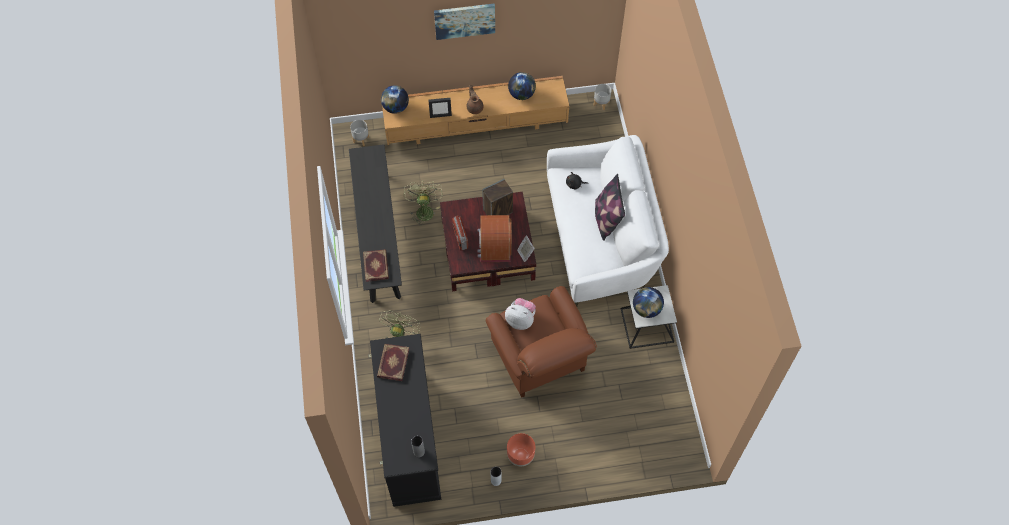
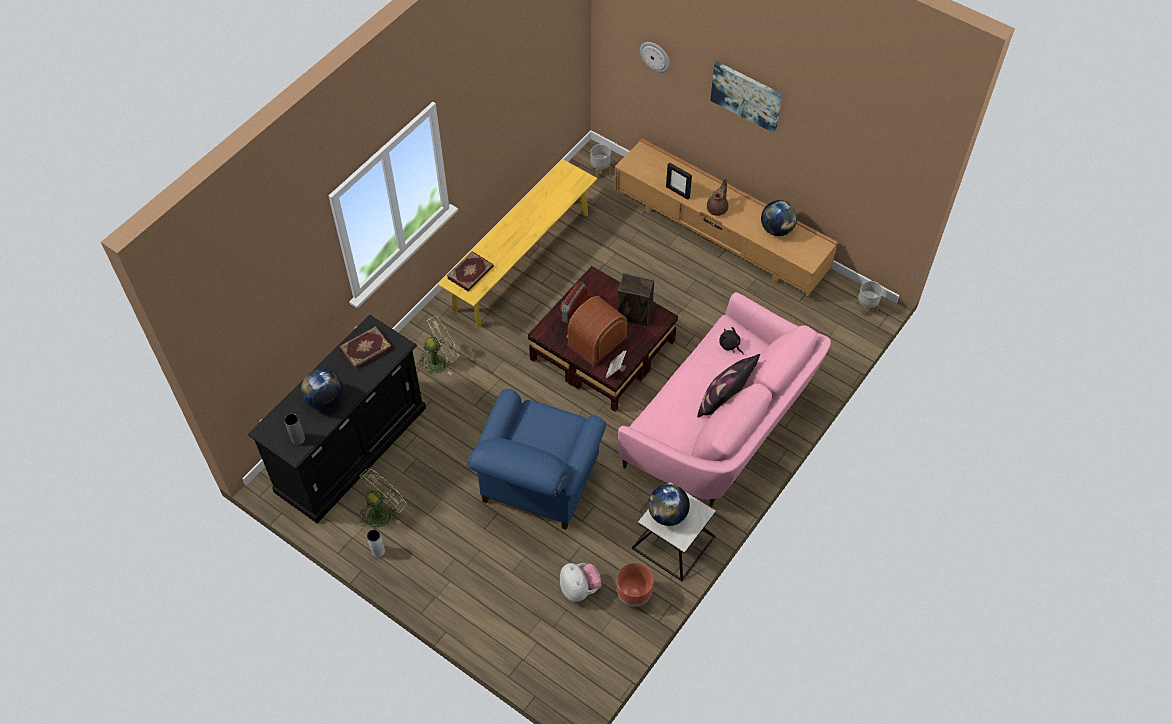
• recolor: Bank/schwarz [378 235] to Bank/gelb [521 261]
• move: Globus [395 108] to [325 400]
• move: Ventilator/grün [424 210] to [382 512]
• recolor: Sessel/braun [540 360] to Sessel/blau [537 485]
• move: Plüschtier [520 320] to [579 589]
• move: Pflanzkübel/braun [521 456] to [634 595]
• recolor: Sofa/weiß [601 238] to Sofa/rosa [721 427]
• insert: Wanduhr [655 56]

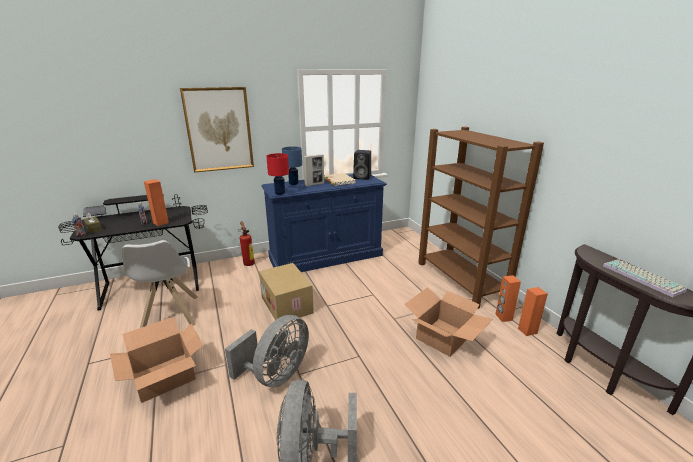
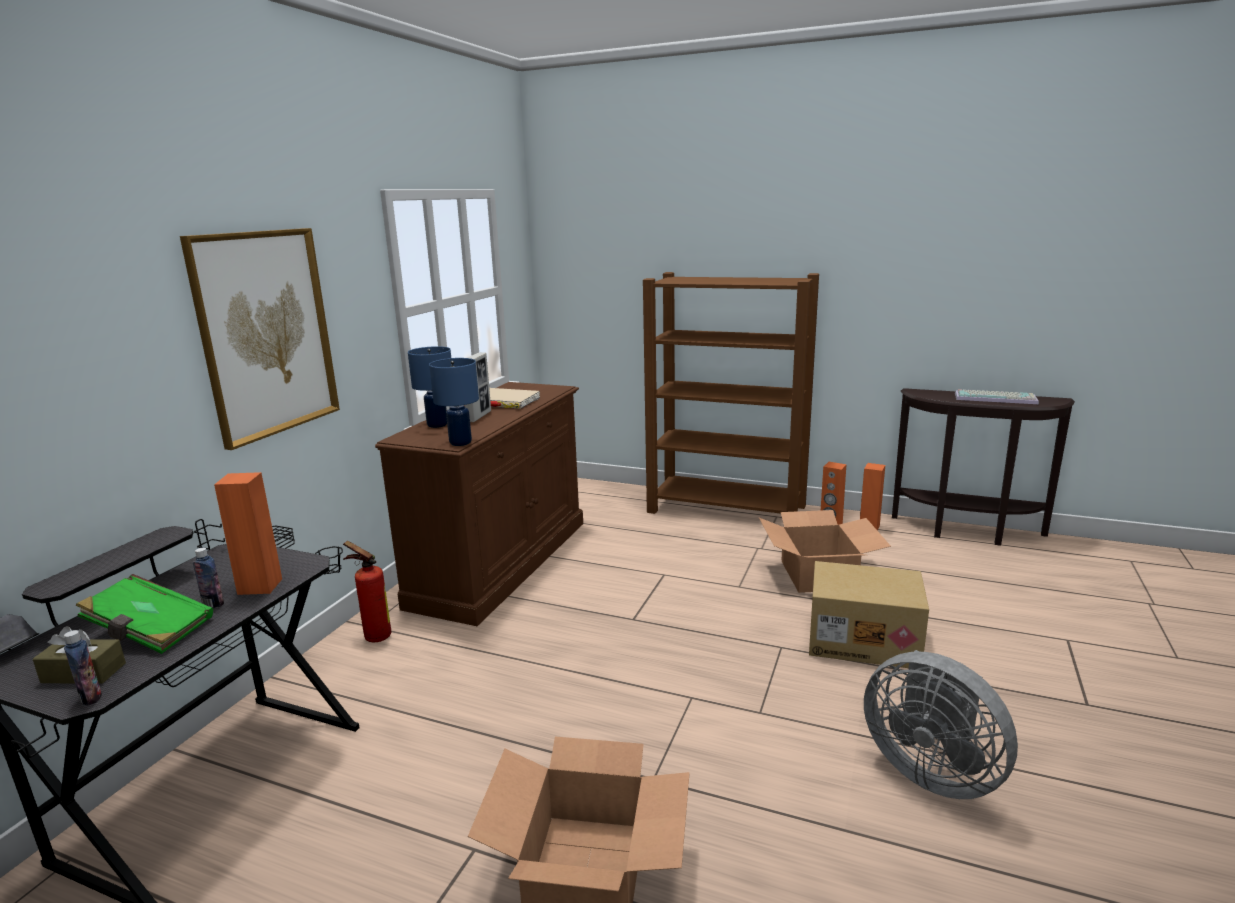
• delete: Stuhl [169 316]
• delete: Ventilator/grau [276 375]
• move: Karton [287 305] to [864 640]
• recolor: Schrank/blau [327 257] to Schrank/braun [503 561]
• recolor: Tischlampe/rot [280 193] to Tischlampe/blau [461 442]
• delete: Lautsprecher/schwarz [363 177]
• insert: Buch/grün [150 632]

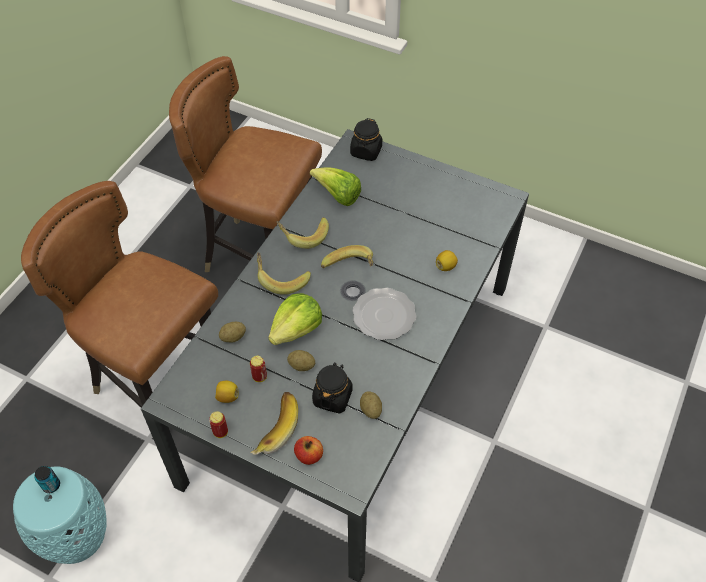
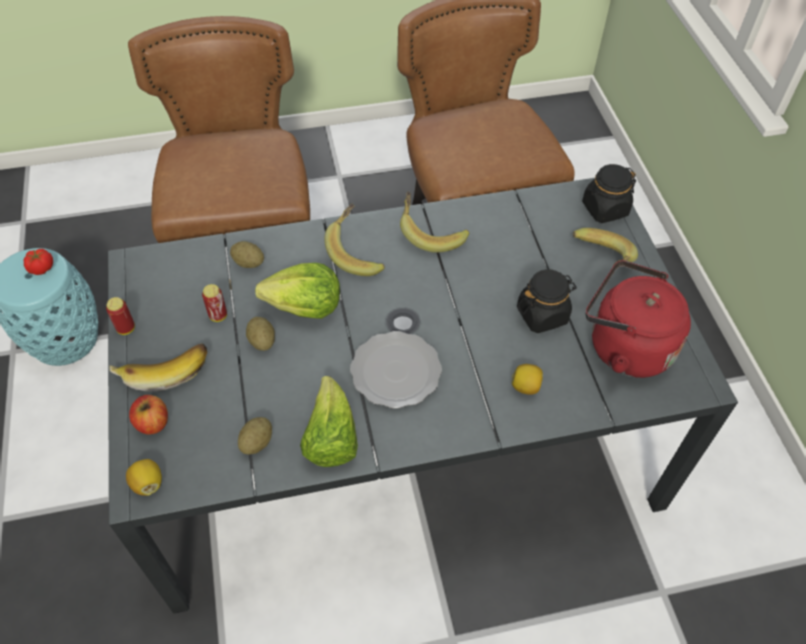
• replace: Dose [51 485] to Tomate [42 268]
• move: Zitrone [227 396] to [148 483]
• move: Salatkopf [338 196] to [331 438]
• move: Vorratsglas/schwarz [332 397] to [542 315]
• move: Banane [350 269] to [600 260]
• insert: Wasserkessel/rot [624 346]

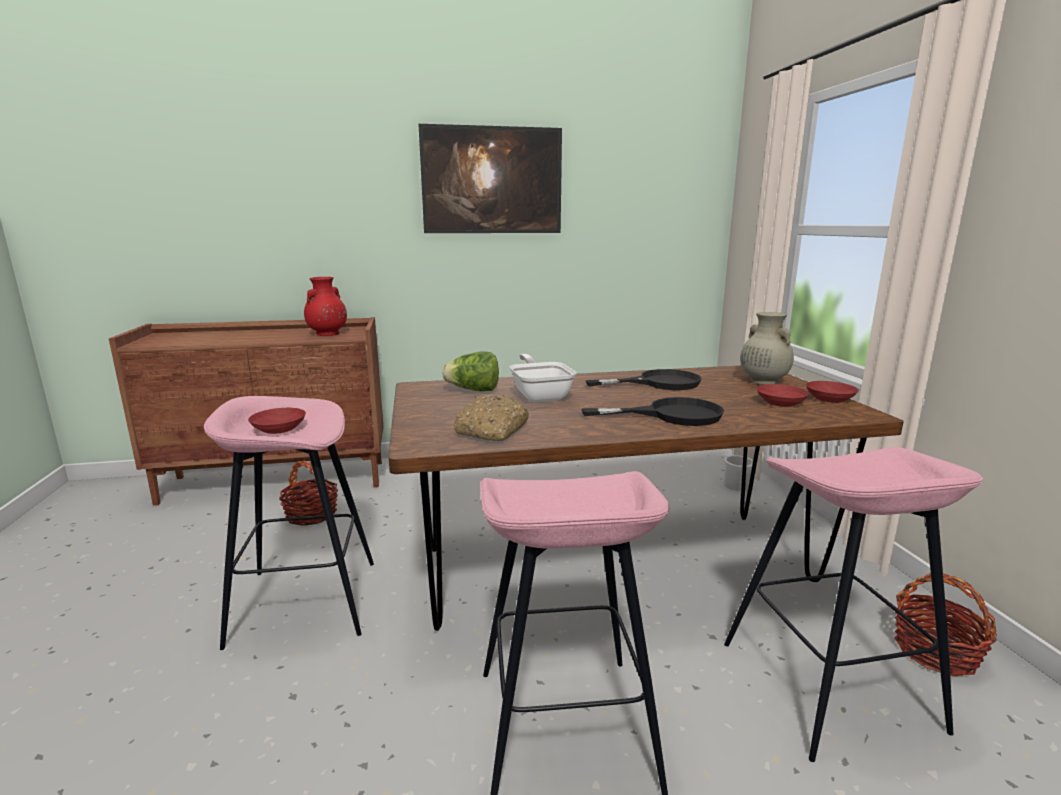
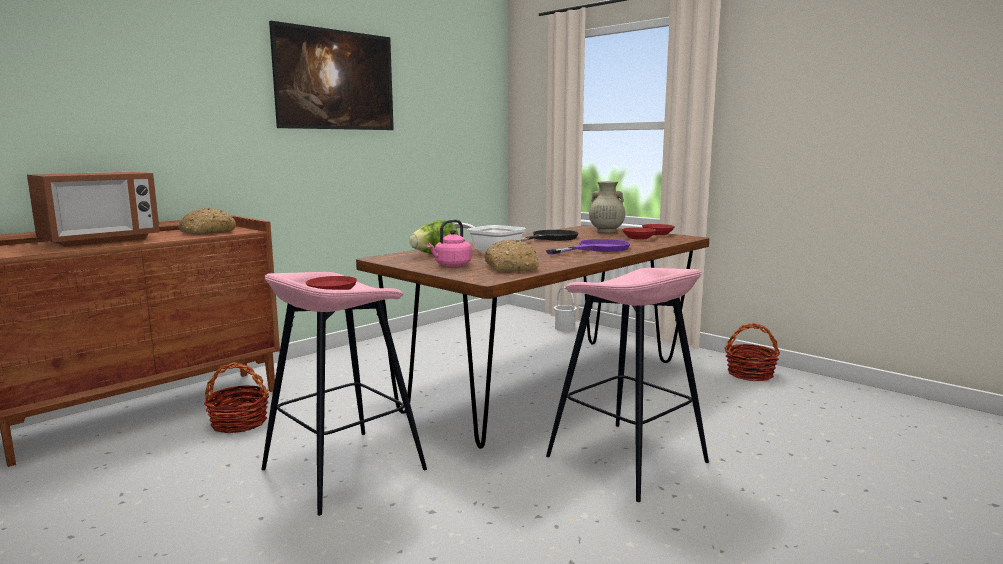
• replace: Vase/rot [327 334] to Brot [207 232]
• recolor: Pfanne/schwarz [671 415] to Pfanne/lila [596 249]
• delete: Hocker/rosa [827 685]
• insert: Mikrowelle [100 241]
• insert: Wasserkessel/rosa [451 265]

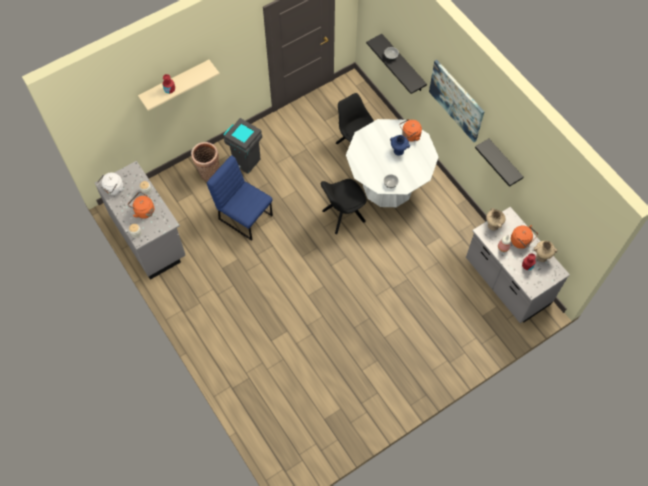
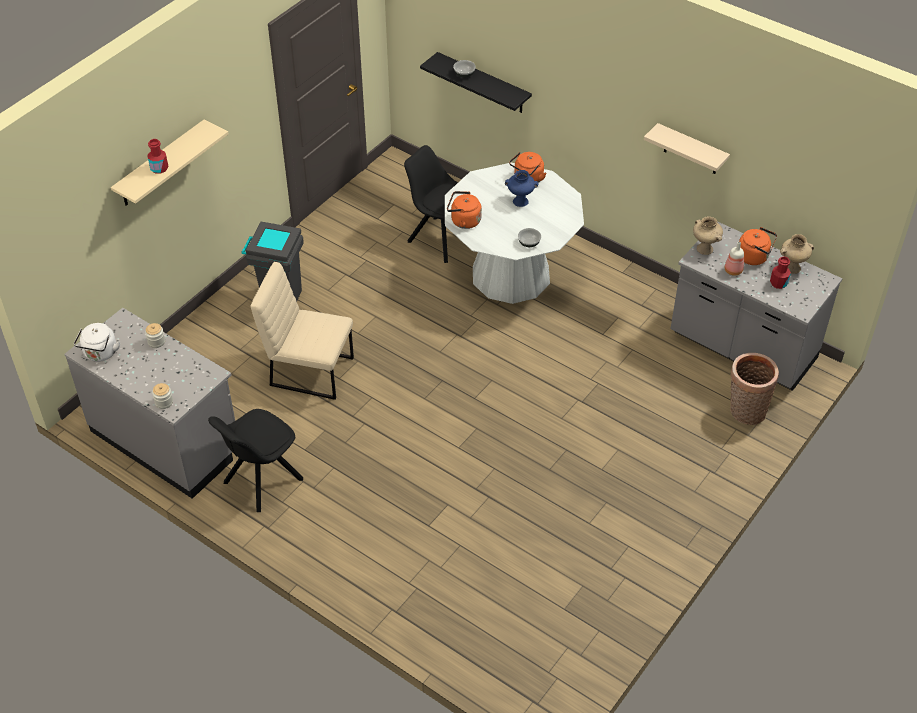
• move: Wasserkessel/orange [143 210] to [463 221]
• move: Korb [208 173] to [745 411]
• recolor: Stuhl/blau [244 216] to Stuhl/beige [309 370]
• move: Stuhl/schwarz [343 216] to [262 481]
• delete: Bild [456 100]
• recolor: Wandregal/schwarz [504 162] to Wandregal/beige [691 150]

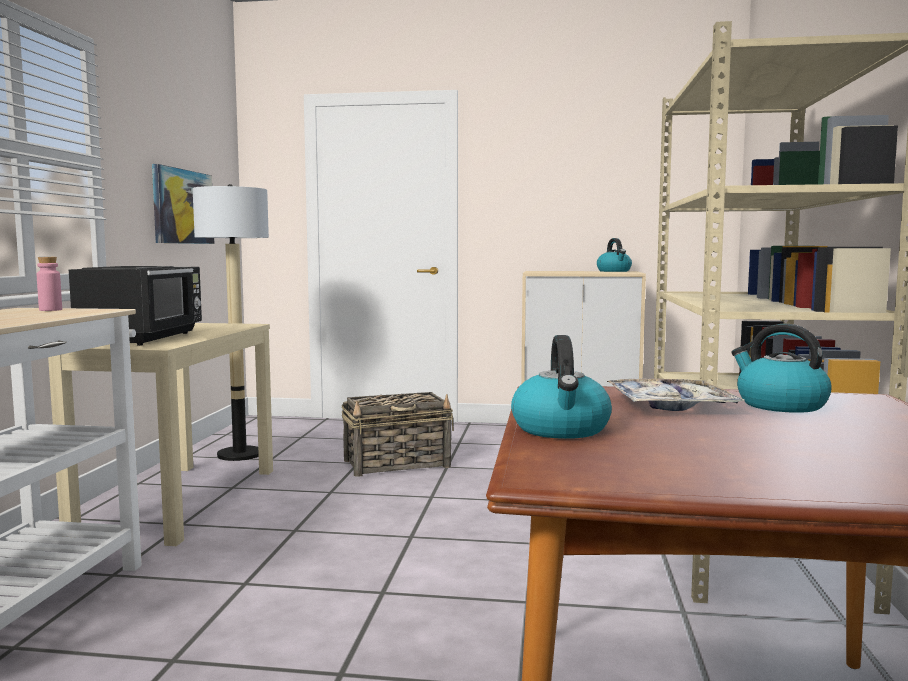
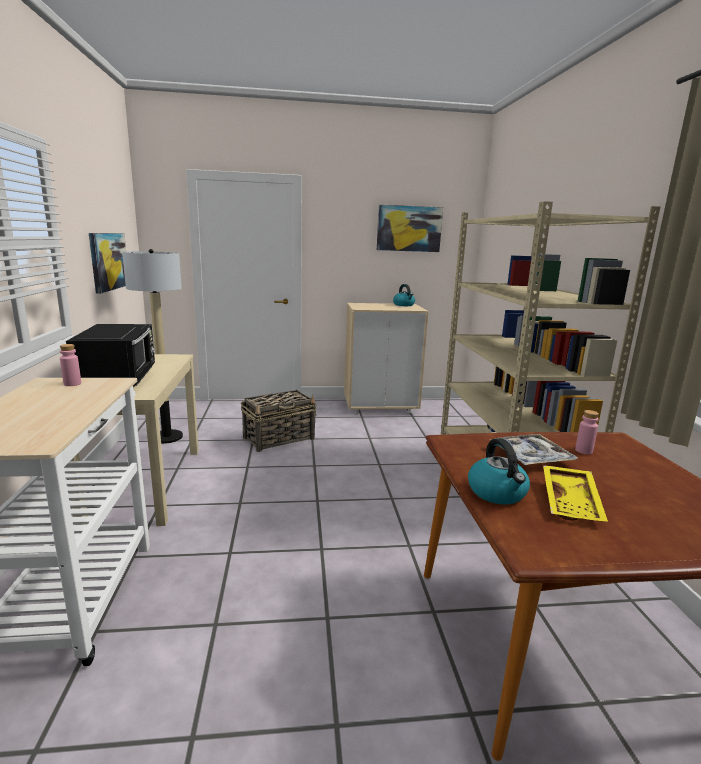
• replace: Wasserkessel [779 405] to Flasche/rosa [583 451]
• insert: Bild [409 228]
• insert: Tablett/gelb [572 502]

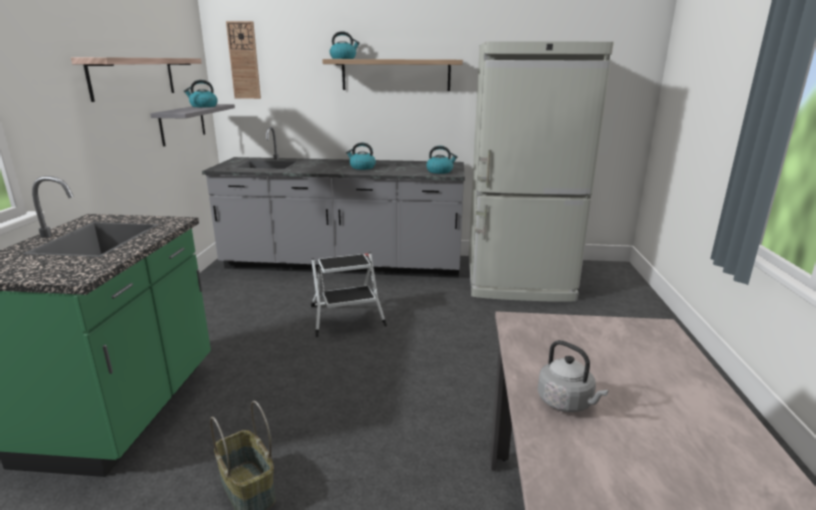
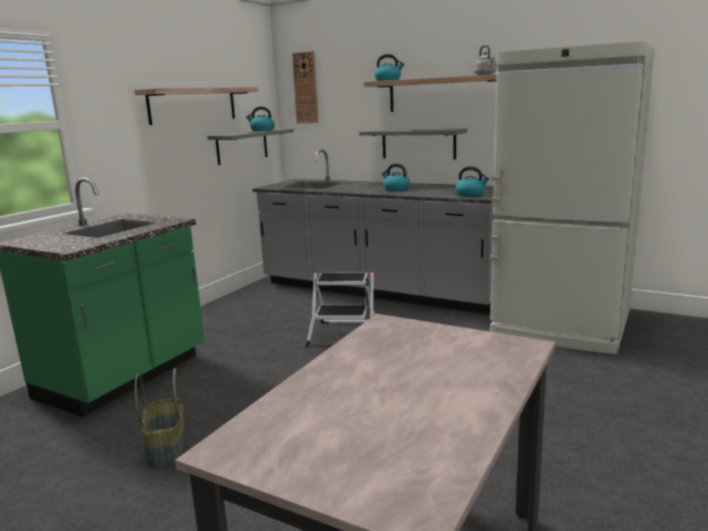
• move: Wasserkessel/grau [567 403] to [485 74]
• insert: Wandregal/grau [418 144]

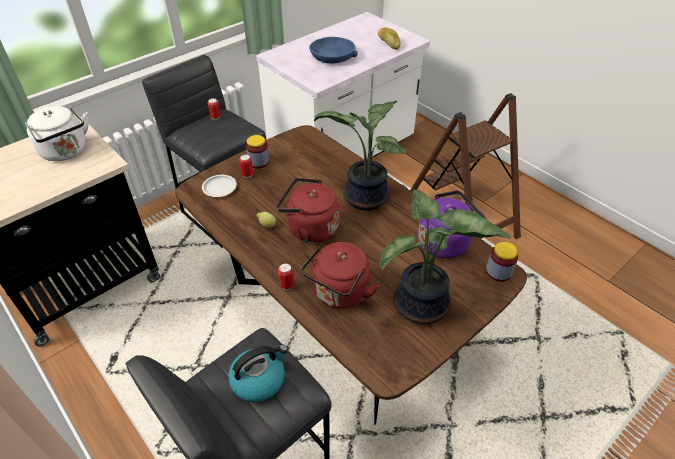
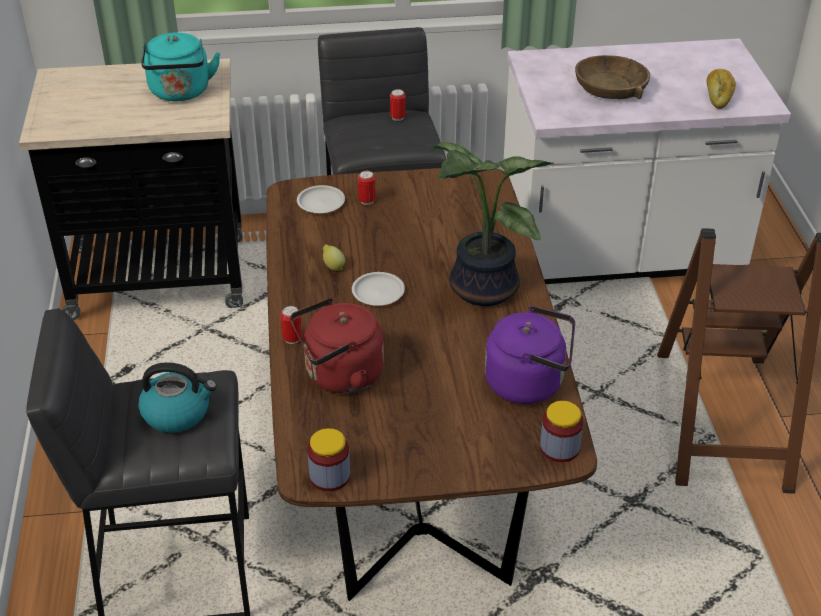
• recolor: Wasserkessel/weiß [66 152] to Wasserkessel/türkis [180 93]
• move: Vorratsglas [258 162] to [330 476]
• replace: Wasserkessel/rot [309 228] to Teller/weiß [378 292]
• recolor: Schüssel/blau [333 57] to Schüssel/braun [611 88]
• delete: Topfpflanze [421 307]

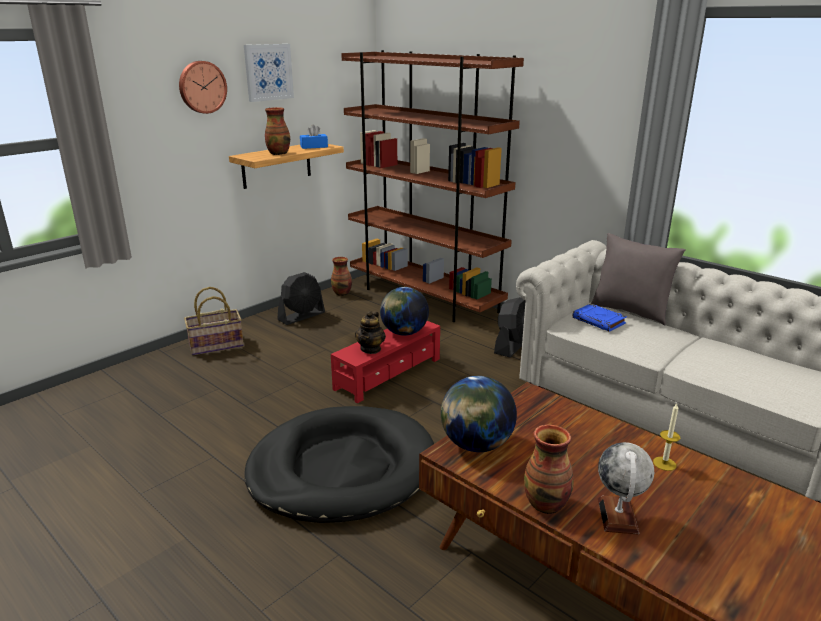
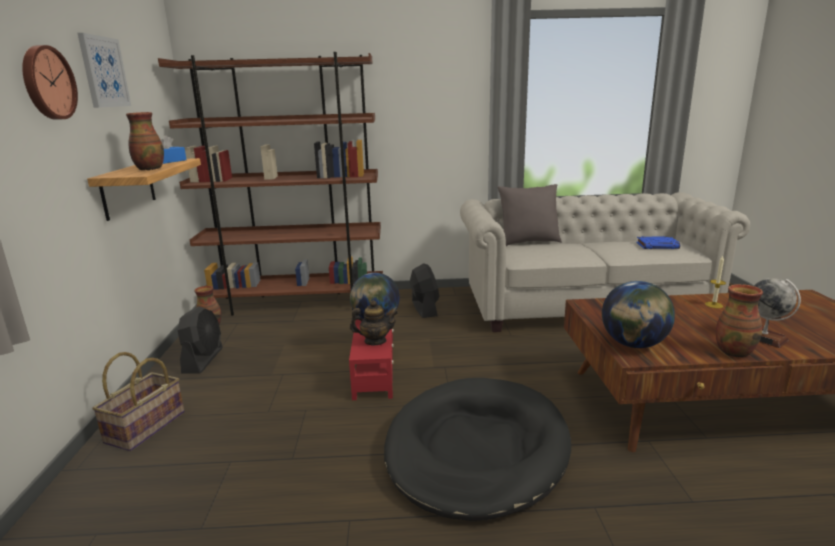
• rotate: Teekanne [371 349] = [375 341] 60 degrees counterclockwise
• move: Buch/blau [599 321] to [657 245]

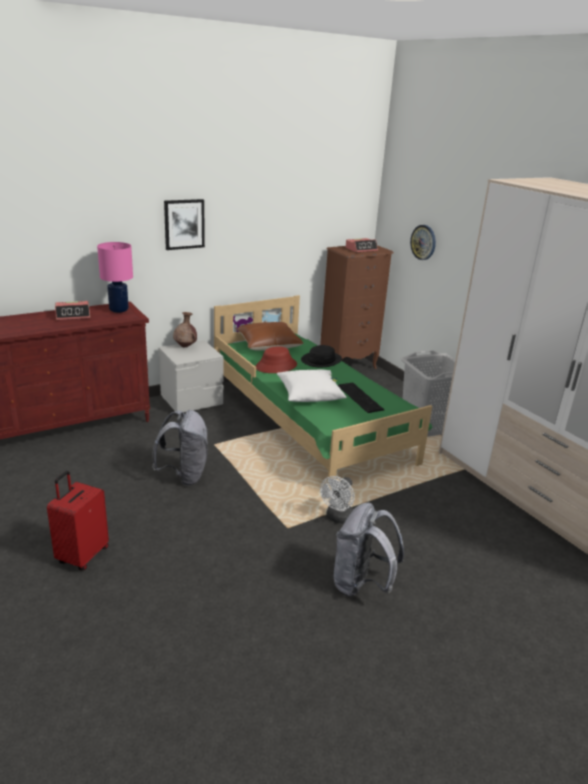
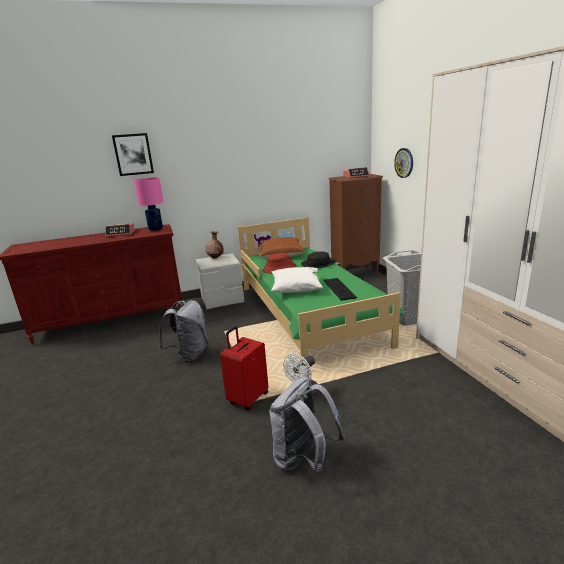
• move: Koffer/rot [82 555] to [247 398]
• move: Bild [184 224] to [133 154]

